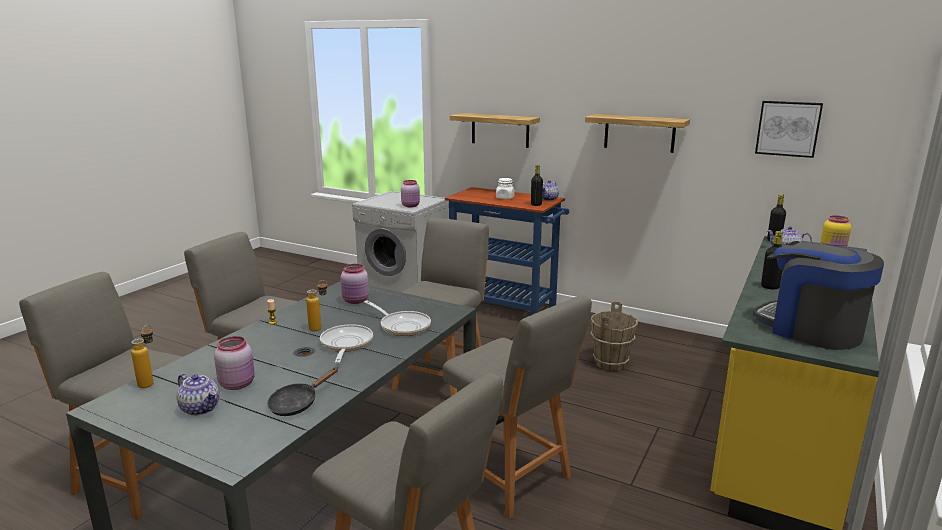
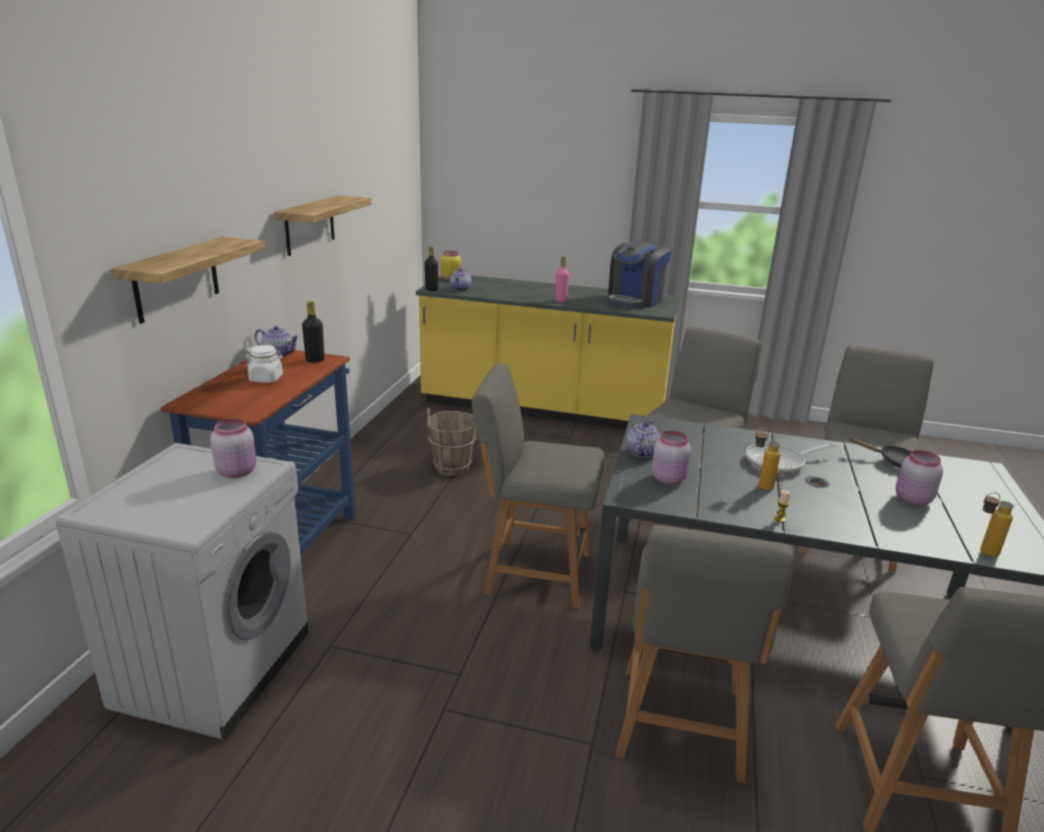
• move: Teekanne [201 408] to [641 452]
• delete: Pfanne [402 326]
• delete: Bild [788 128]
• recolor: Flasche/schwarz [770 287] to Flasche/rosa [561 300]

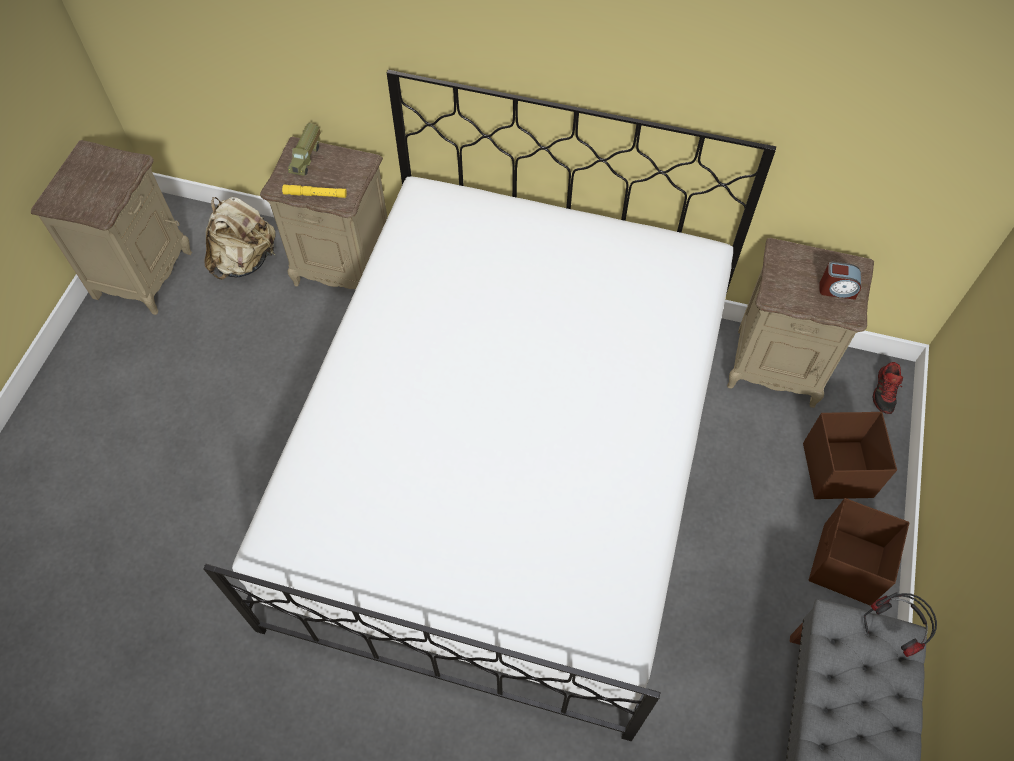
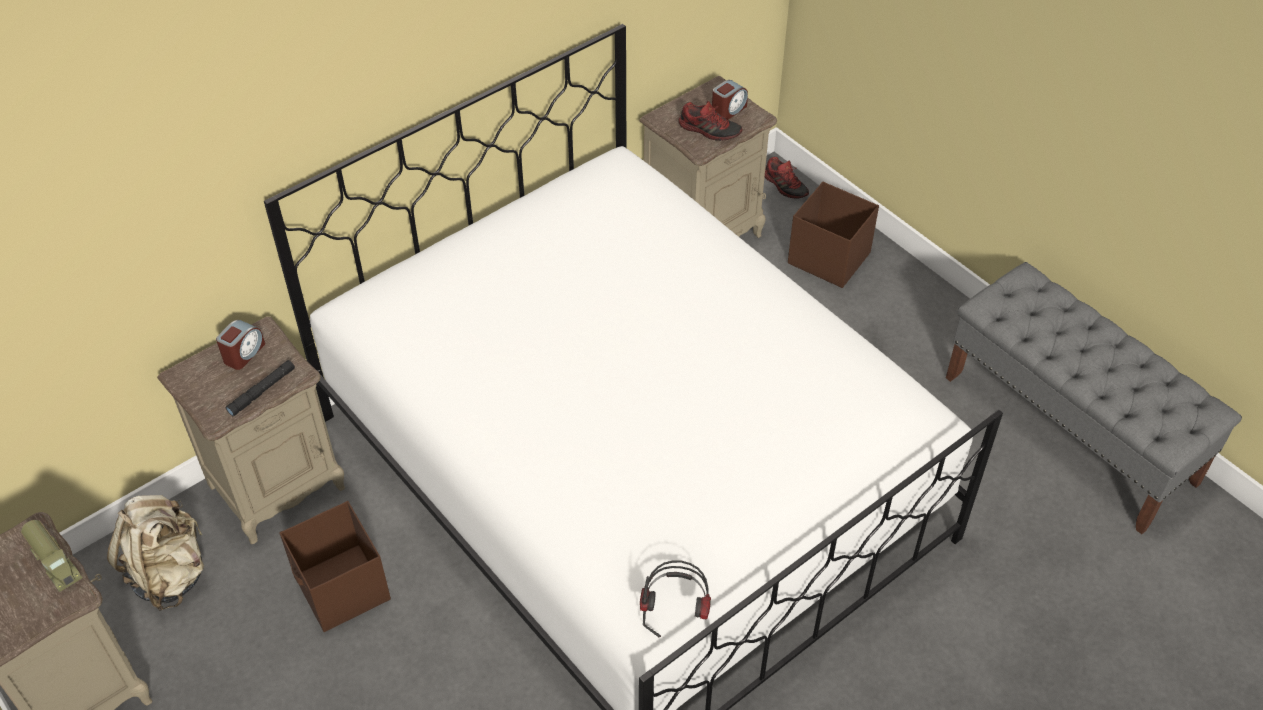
• recolor: Taschenlampe/gelb [315 194] to Taschenlampe/schwarz [262 391]
• move: Spielzeuglaster [307 158] to [56 563]
• move: Aufbewahrungsbox/braun [845 565] to [342 589]
• move: Kopfhörer [894 630] to [675 611]
• insert: Wecker [243 353]
• insert: Schuh [709 130]

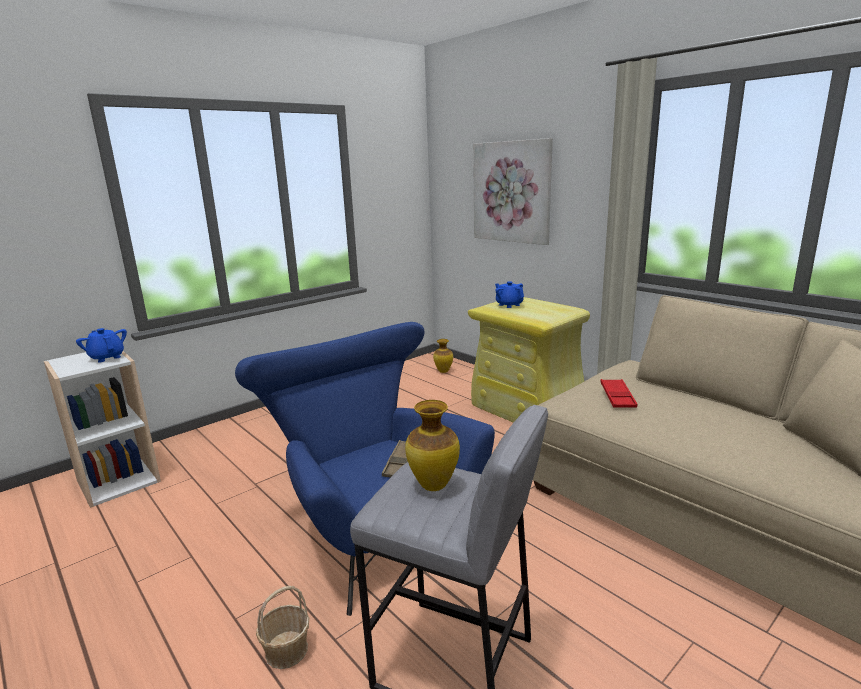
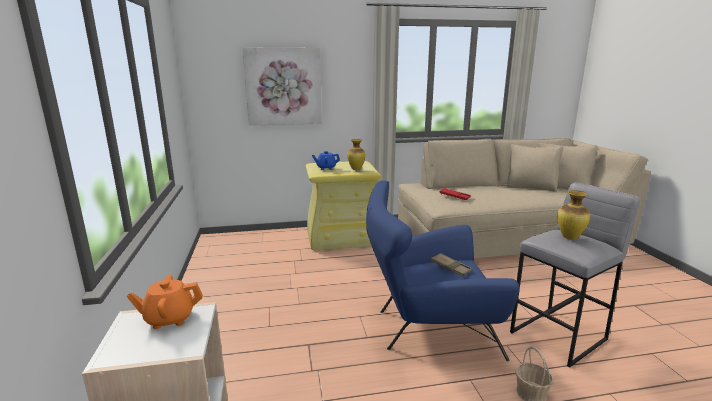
• recolor: Teekanne/blau [107 357] to Teekanne/orange [169 318]
• move: Vase [443 371] to [356 169]

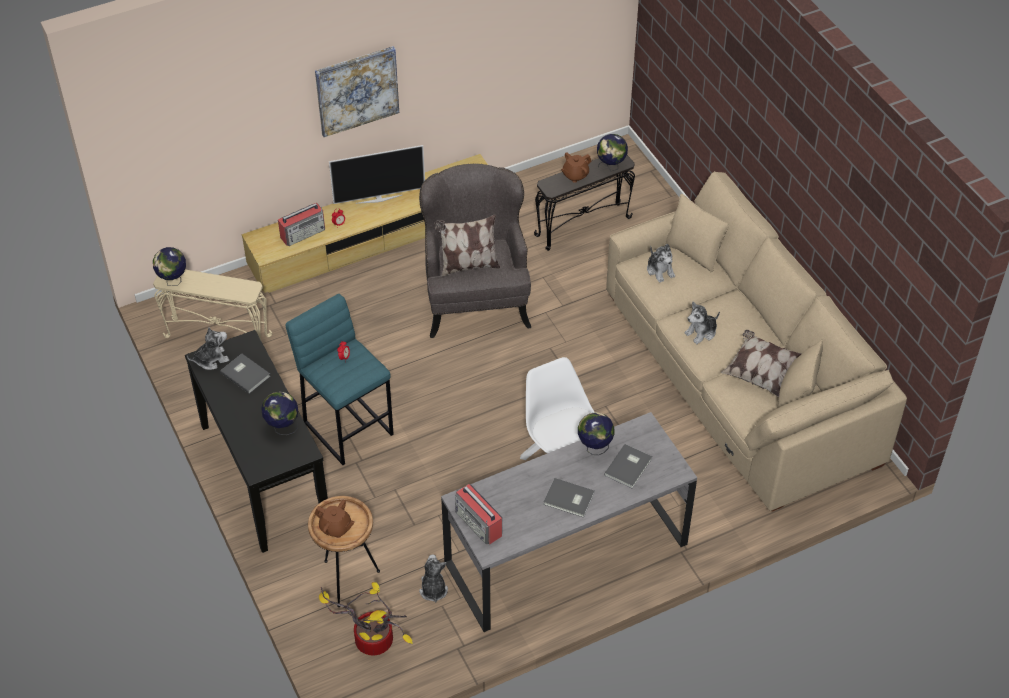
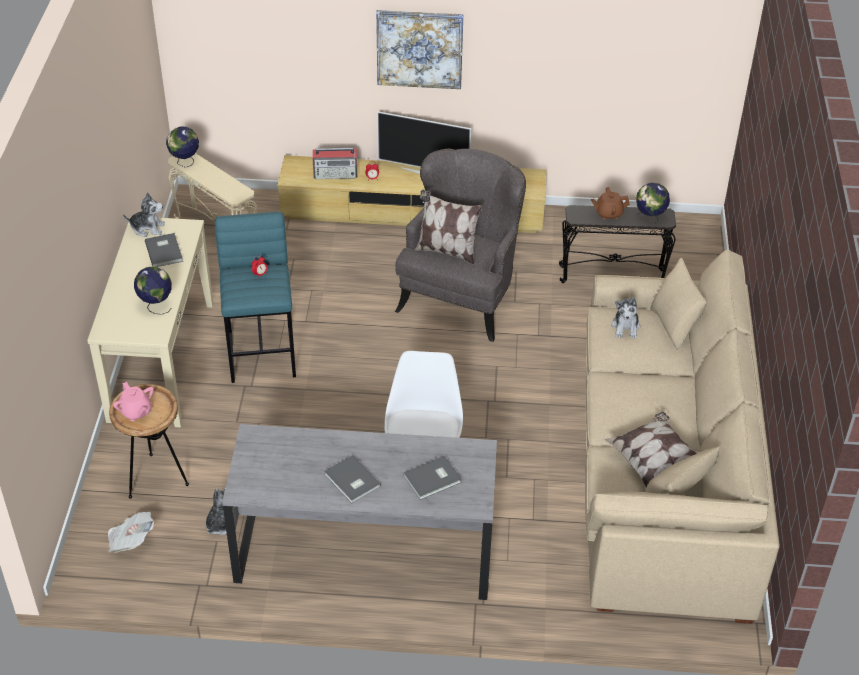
• recolor: Konsolentisch/schwarz [264 474] to Konsolentisch/beige [161 360]
• recolor: Teekanne/braun [336 528] to Teekanne/rosa [136 411]
• replace: Topfpflanze [370 641] to Zeitung [130 540]
• delete: Radio [479 524]
• delete: Globus [594 448]
• delete: Plüschtier [701 332]

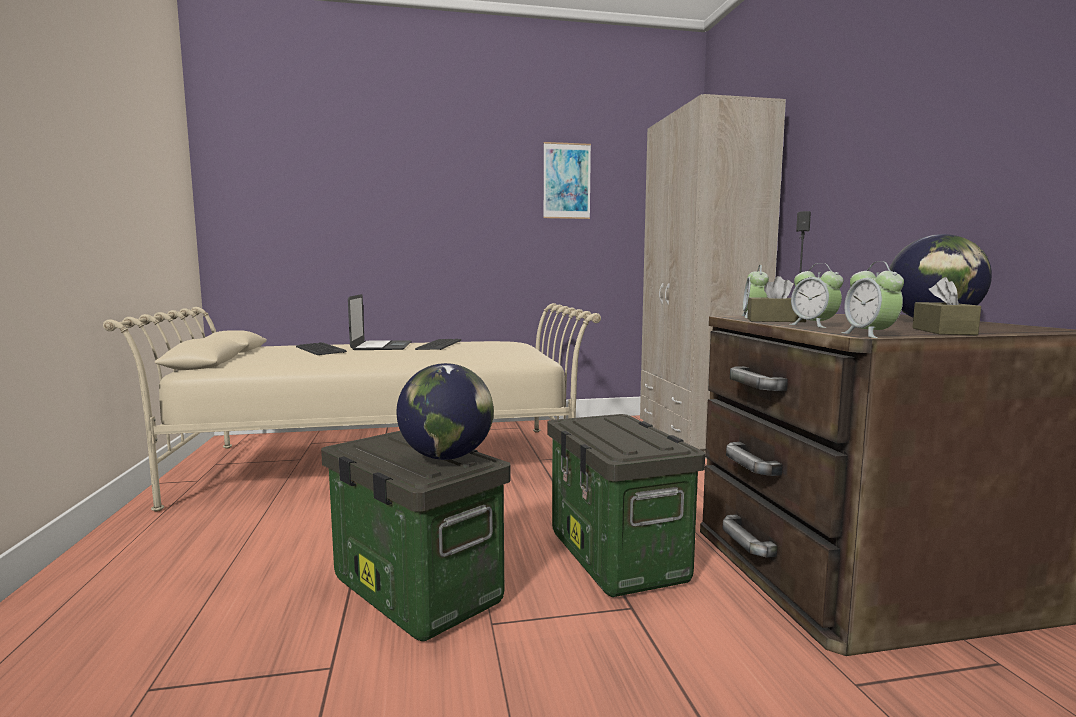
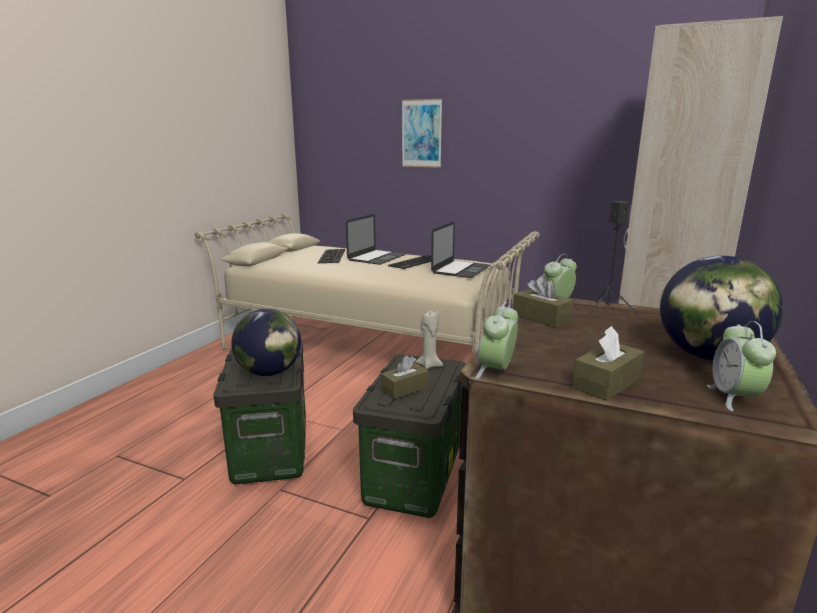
• move: Bild [566 181] to [421 133]
• move: Wecker [813 325] to [734 398]
• insert: Taschentuchbox/braun [404 389]
• insert: Kerze/beige [429 365]
• insert: Laptop [461 269]

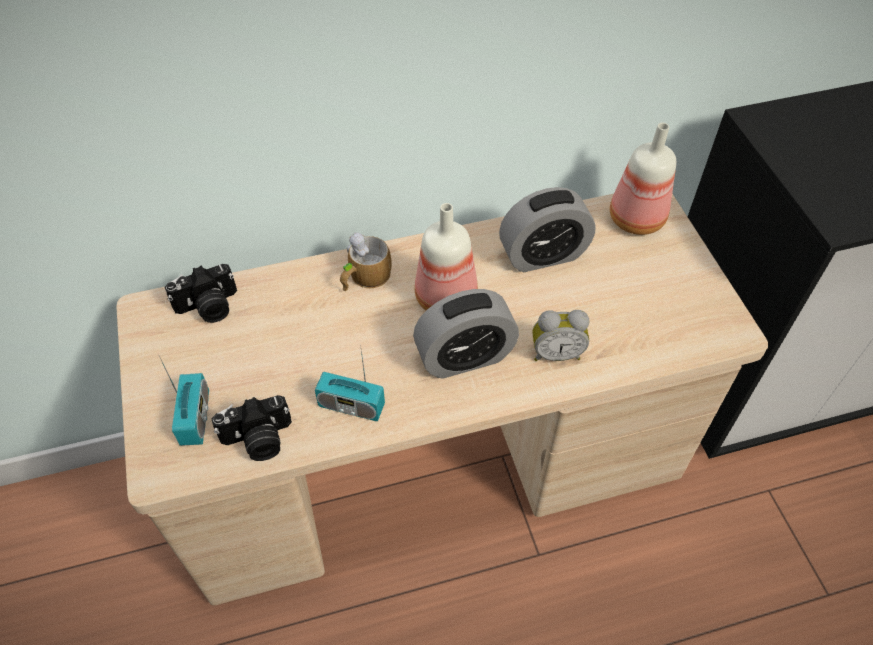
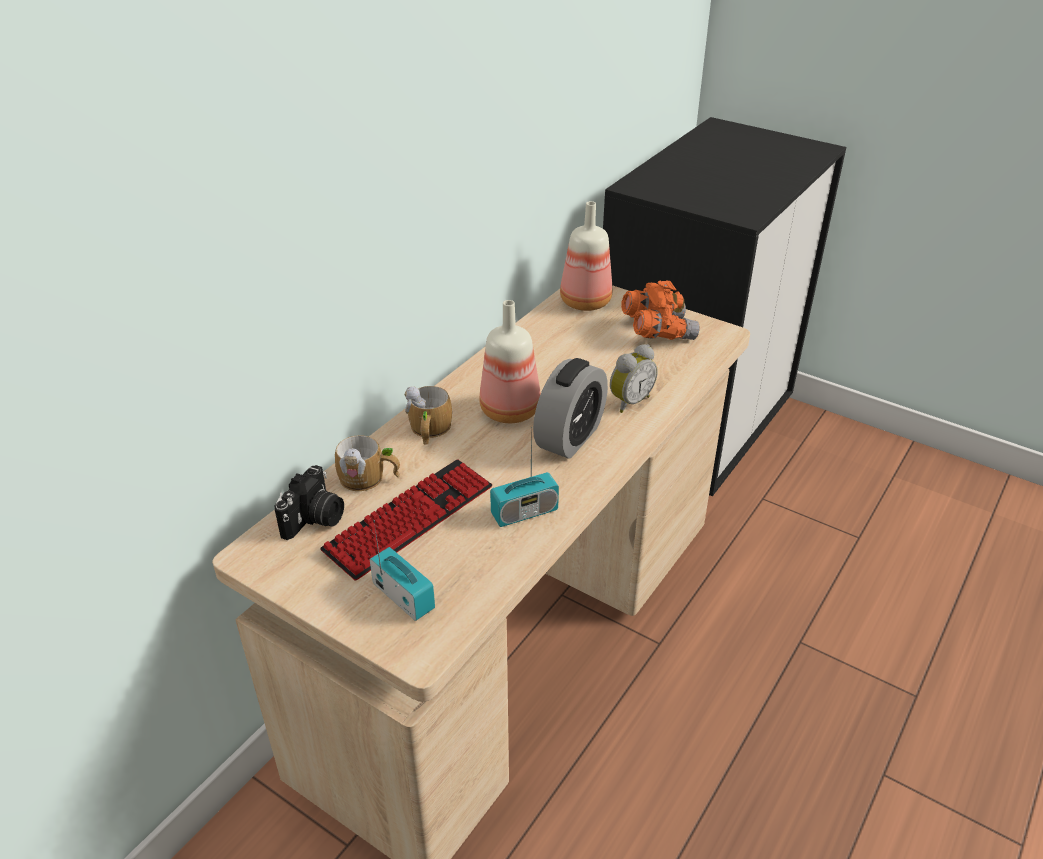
• delete: Kamera [258 440]
• delete: Wecker [543 255]
• insert: Tastatur [410 519]
• insert: Henkelbecher [369 479]
• insert: Fernglas/orange [657 331]

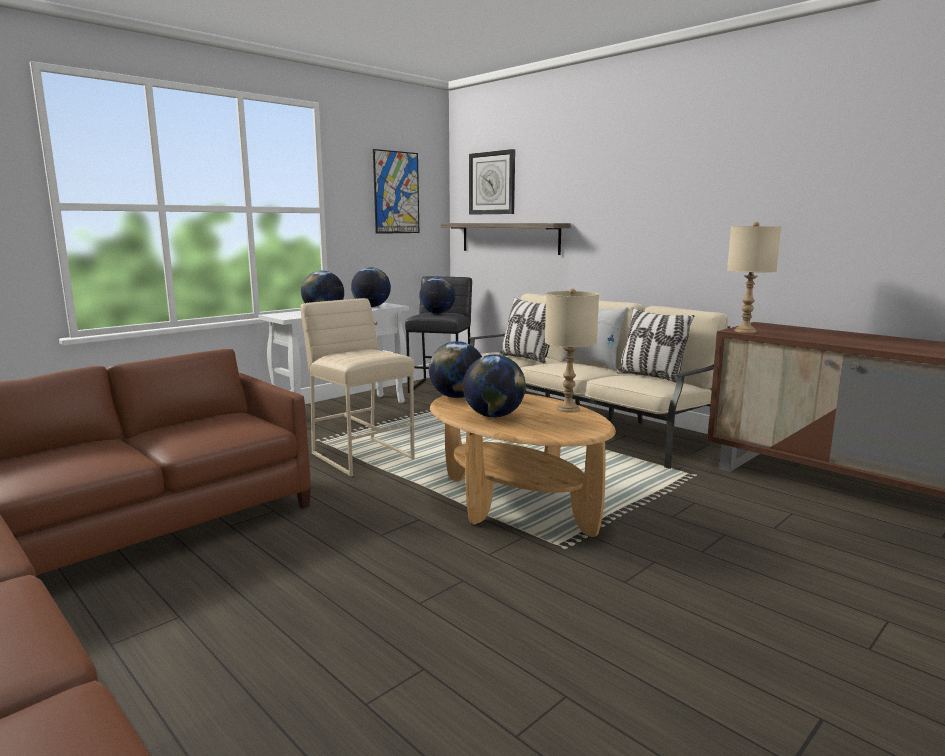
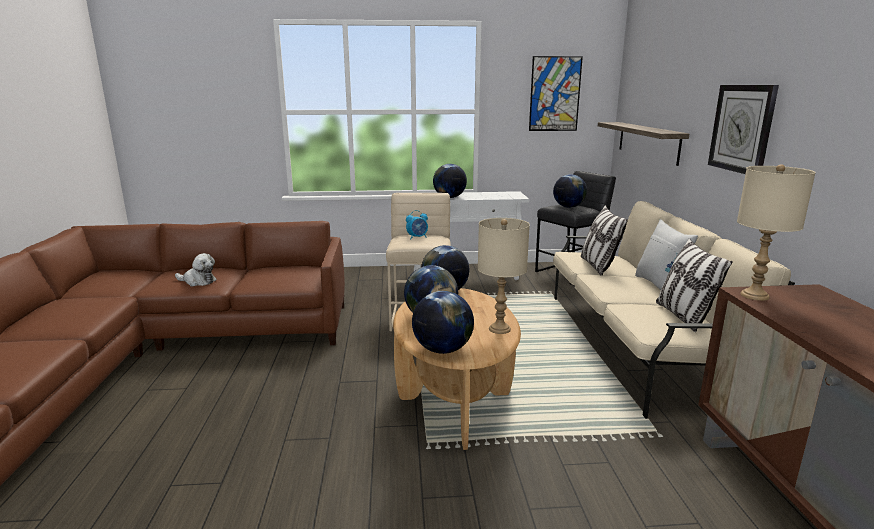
• move: Globus [371 306] to [442 350]
• move: Wanduhr [492 183] to [742 128]
• insert: Plüschtier [198 281]
• insert: Wecker [417 237]

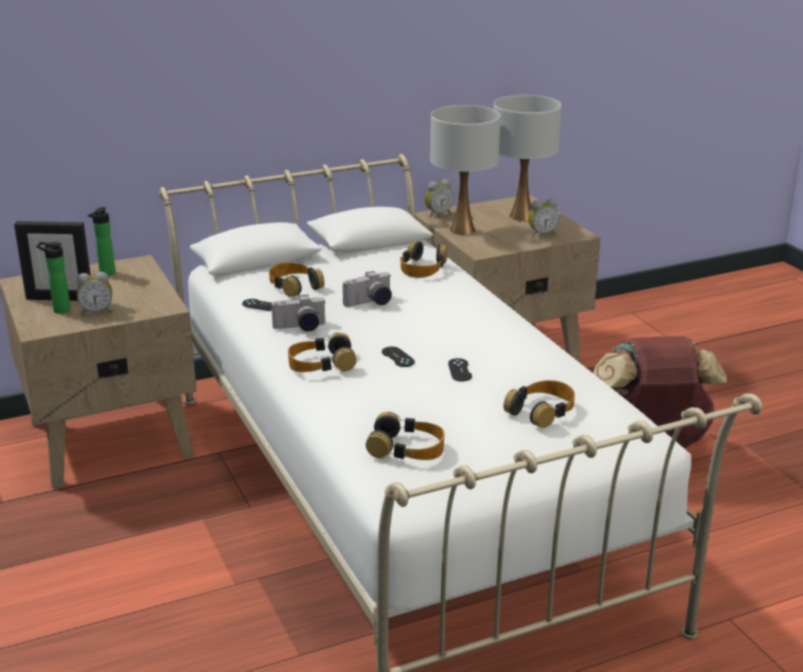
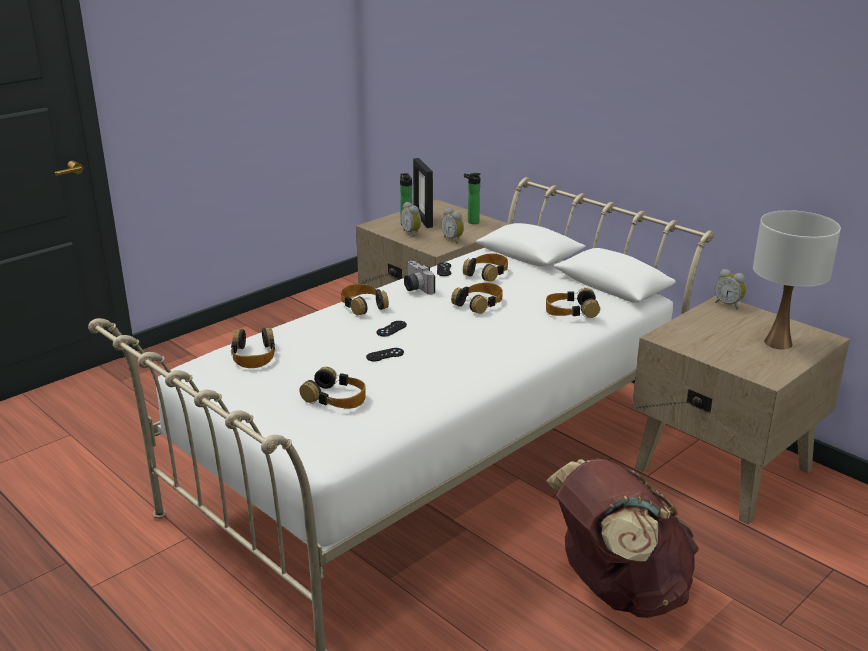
• replace: Kamera [370 303] to Kopfhörer [479 303]
• delete: Tischlampe/weiß [462 230]
• move: Wecker [541 234] to [453 239]

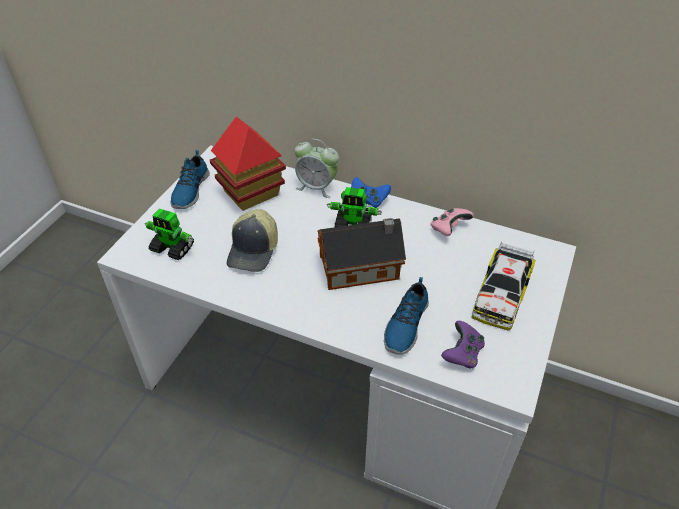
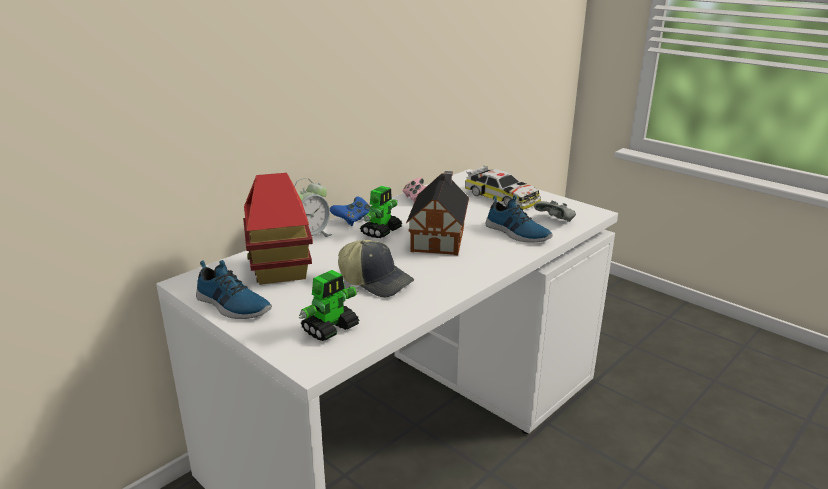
• recolor: Gamepad/lila [462 354] to Gamepad/grau [556 220]

